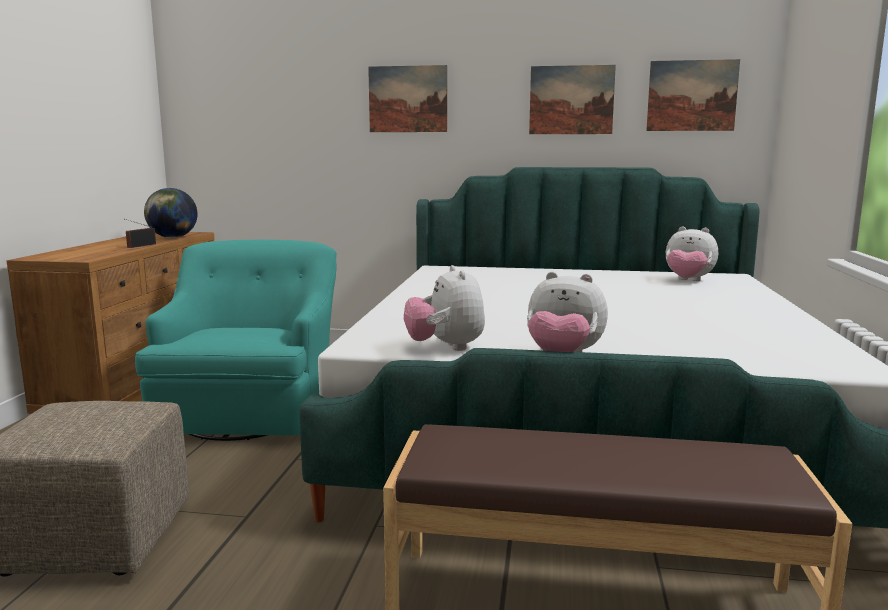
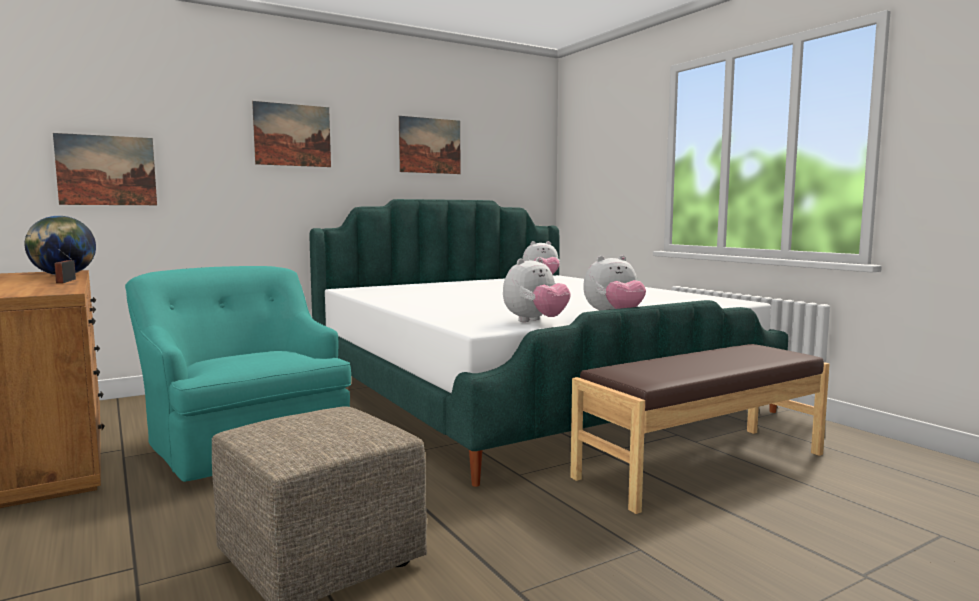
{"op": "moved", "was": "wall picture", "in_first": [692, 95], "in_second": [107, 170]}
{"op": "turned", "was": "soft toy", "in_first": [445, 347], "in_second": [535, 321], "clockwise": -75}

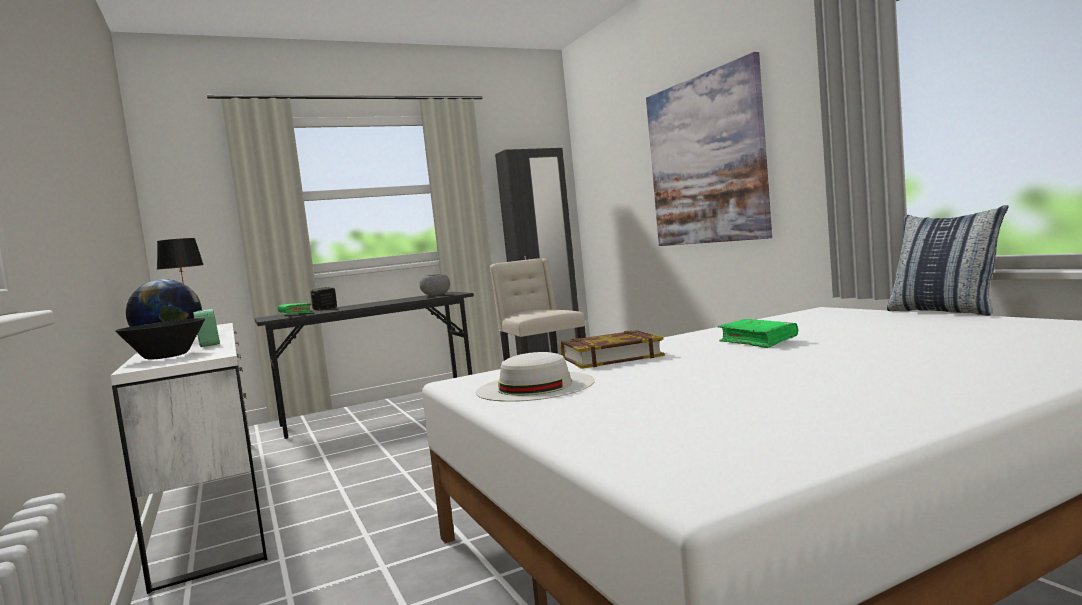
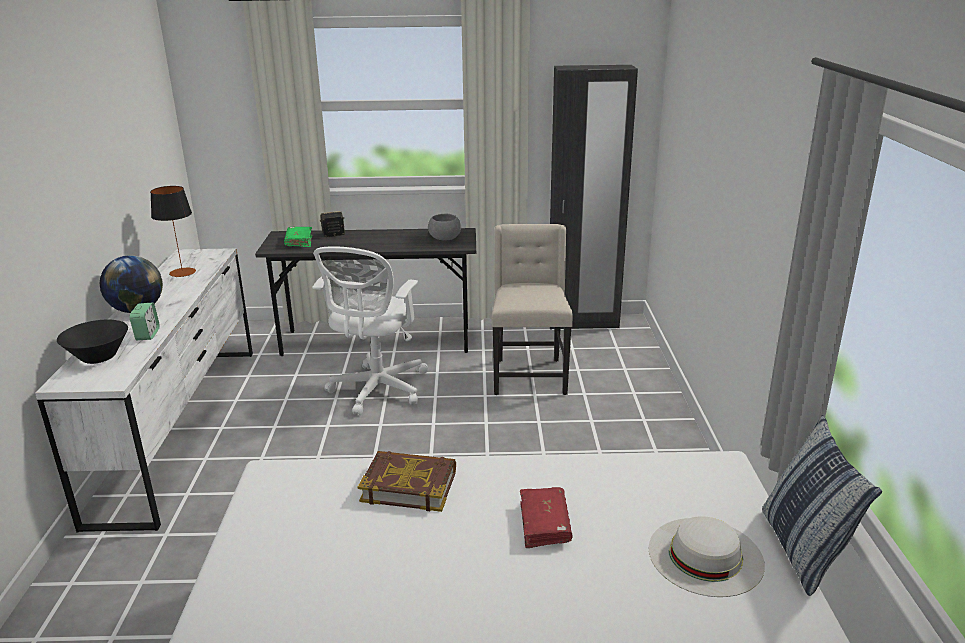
{"op": "removed", "was": "wall picture", "in_first": [705, 160]}
{"op": "added", "now": "computer chair (white-coloured)", "in_second": [376, 391]}
{"op": "moved", "was": "clothing hat (white-coloured)", "in_first": [535, 386], "in_second": [705, 555]}
{"op": "recoloured", "was": "book (greenish)", "now": "book (reddish)", "in_first": [758, 341], "in_second": [544, 524]}

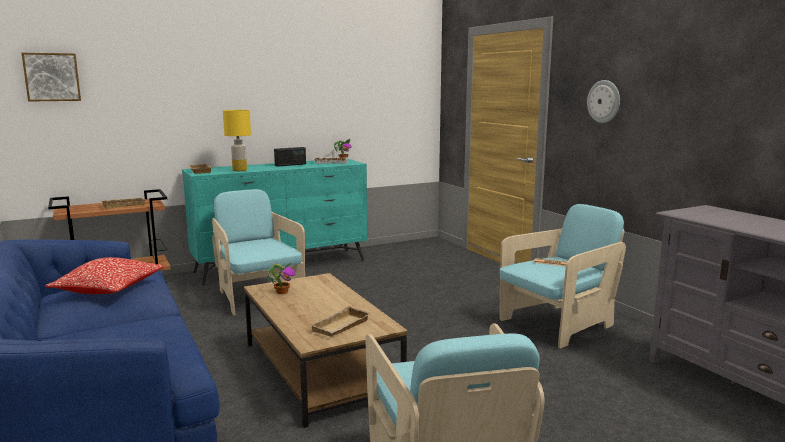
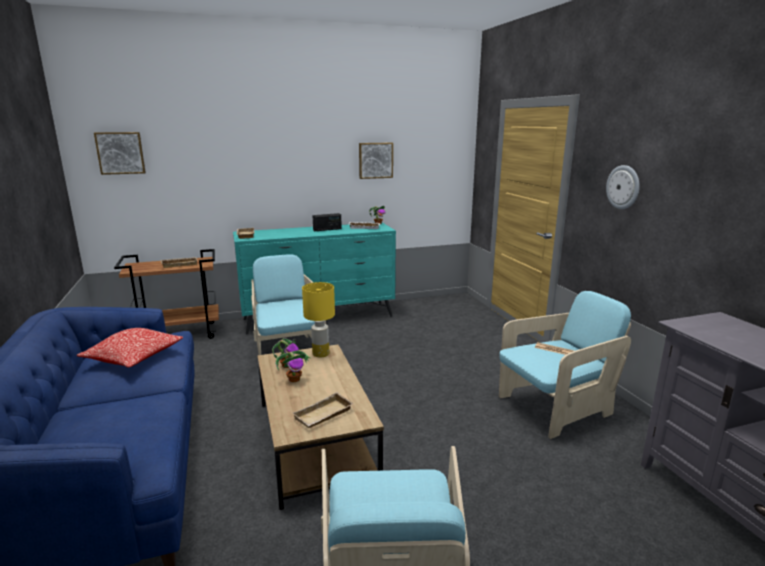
{"op": "added", "now": "plant in a pot", "in_second": [294, 379]}
{"op": "added", "now": "wall picture", "in_second": [375, 160]}
{"op": "moved", "was": "table lamp (yellow)", "in_first": [240, 170], "in_second": [321, 354]}

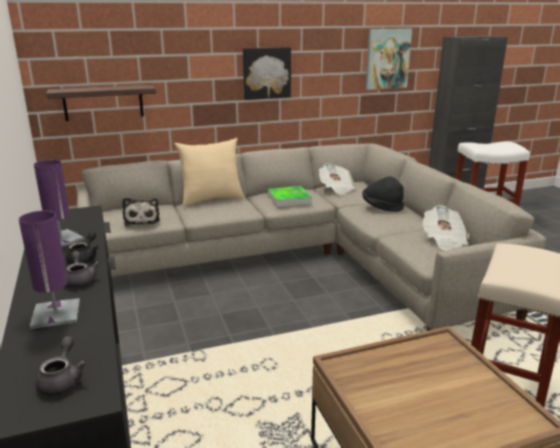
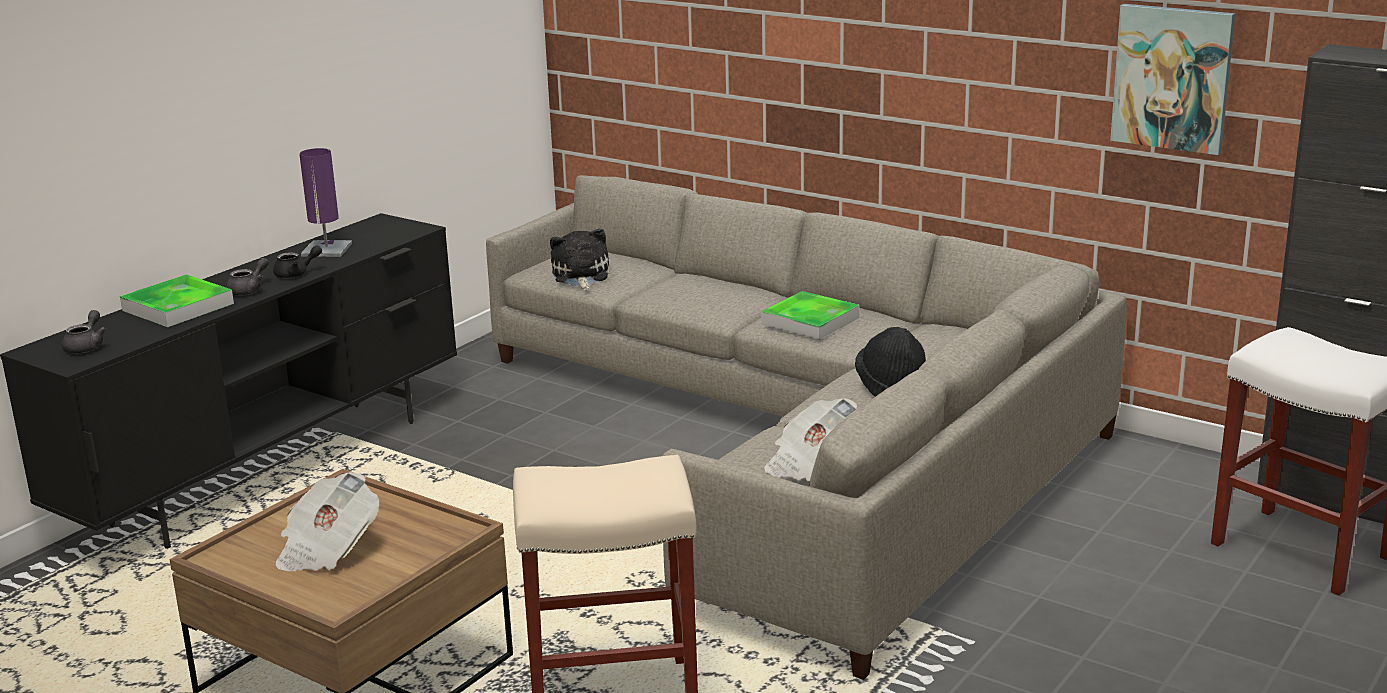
{"op": "removed", "was": "wall shelf", "in_first": [103, 102]}
{"op": "removed", "was": "cushion (sand-coloured)", "in_first": [212, 199]}
{"op": "removed", "was": "wall picture", "in_first": [266, 73]}
{"op": "moved", "was": "printed paper", "in_first": [336, 189], "in_second": [327, 549]}
{"op": "replaced", "was": "table lamp (purple)", "now": "carrying tray", "in_first": [56, 314], "in_second": [178, 307]}
{"op": "turned", "was": "teapot (grey)", "in_first": [62, 380], "in_second": [86, 346], "clockwise": -45}
{"op": "turned", "was": "soft toy", "in_first": [142, 220], "in_second": [580, 276], "clockwise": 135}

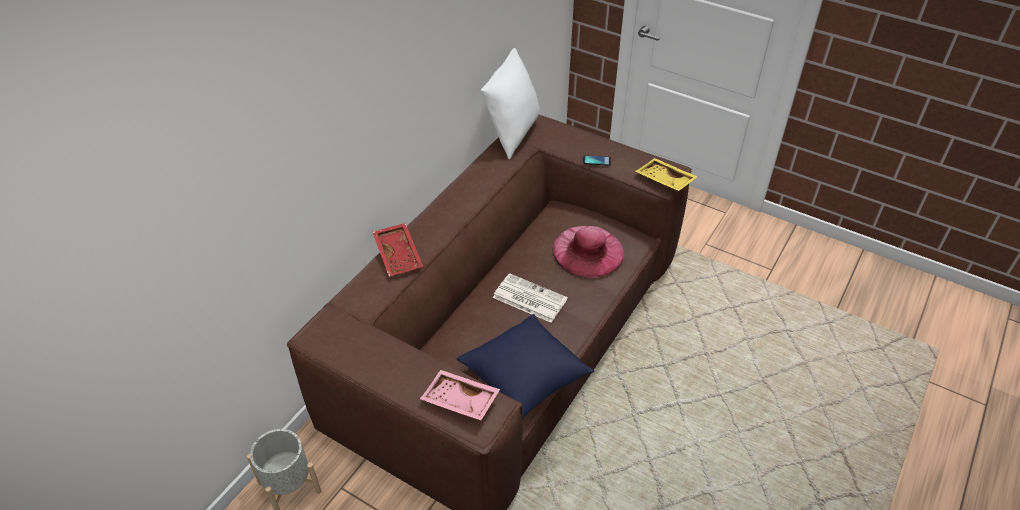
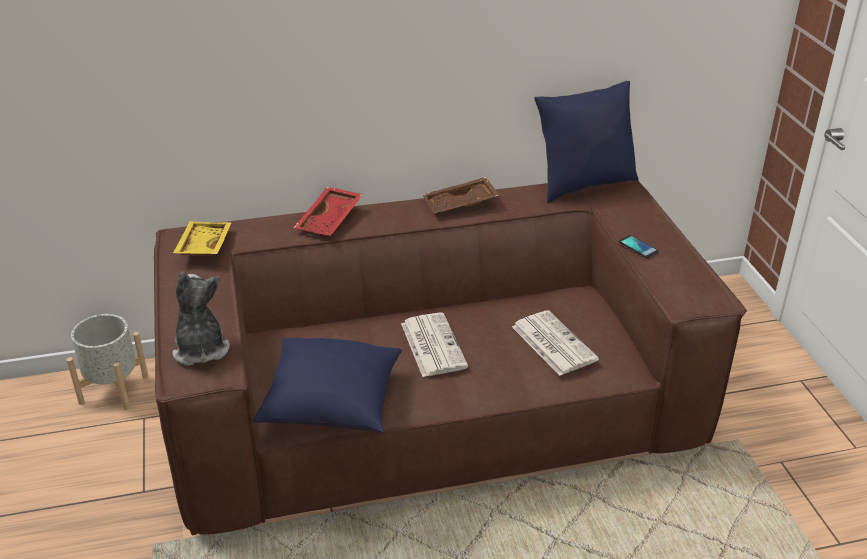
{"op": "added", "now": "carrying tray (brownish)", "in_second": [460, 204]}
{"op": "moved", "was": "carrying tray (yellow)", "in_first": [664, 181], "in_second": [203, 246]}
{"op": "replaced", "was": "carrying tray (pink)", "now": "soft toy", "in_first": [459, 401], "in_second": [200, 349]}
{"op": "replaced", "was": "clothing hat (pink)", "now": "printed paper", "in_first": [587, 251], "in_second": [552, 343]}
{"op": "recoloured", "was": "cushion (white-coloured)", "now": "cushion (blue-coloured)", "in_first": [511, 134], "in_second": [583, 184]}

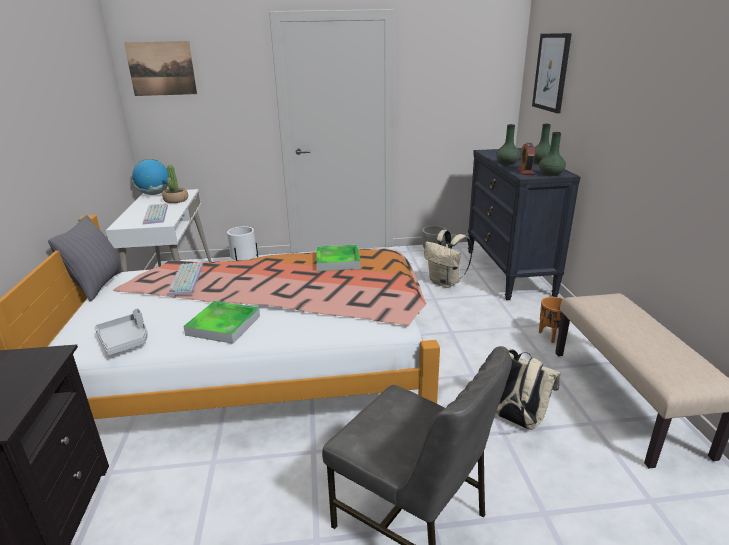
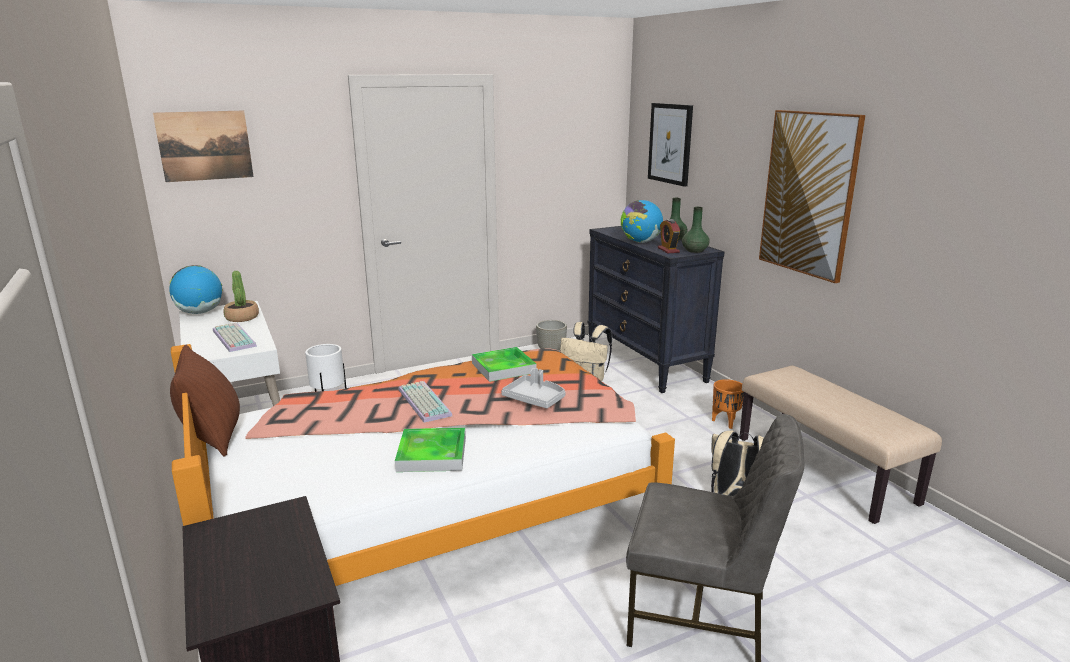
{"op": "added", "now": "wall picture", "in_second": [809, 194]}
{"op": "moved", "was": "carrying tray (grey)", "in_first": [125, 340], "in_second": [535, 399]}
{"op": "moved", "was": "computer keyboard", "in_first": [185, 279], "in_second": [422, 402]}
{"op": "replaced", "was": "flower vase (greenish)", "now": "globe", "in_first": [507, 163], "in_second": [640, 242]}
{"op": "recoloured", "was": "cushion (grey)", "now": "cushion (brownish)", "in_first": [98, 285], "in_second": [213, 436]}

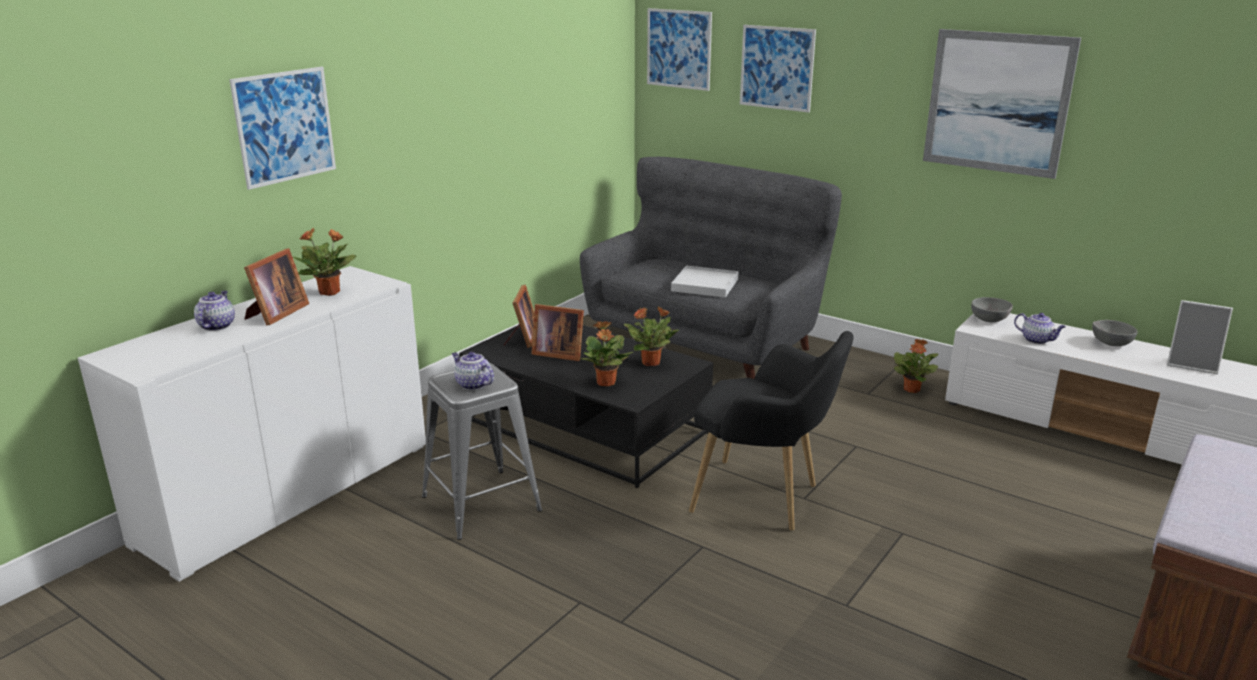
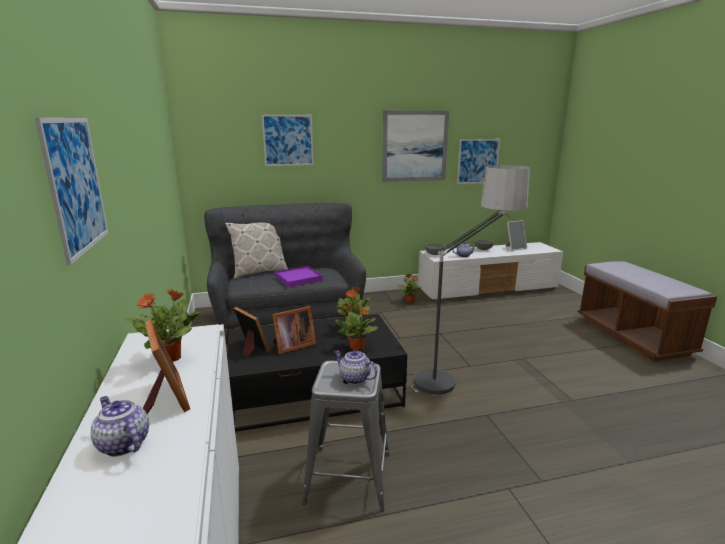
{"op": "added", "now": "cushion", "in_second": [259, 272]}
{"op": "moved", "was": "wall picture", "in_first": [679, 49], "in_second": [478, 161]}
{"op": "replaced", "was": "easy chair (black)", "now": "floor lamp", "in_first": [764, 499], "in_second": [459, 376]}
{"op": "recoloured", "was": "carrying tray (white-coloured)", "now": "carrying tray (purple)", "in_first": [705, 285], "in_second": [298, 278]}
{"op": "turned", "was": "teapot", "in_first": [472, 384], "in_second": [354, 378], "clockwise": 45}

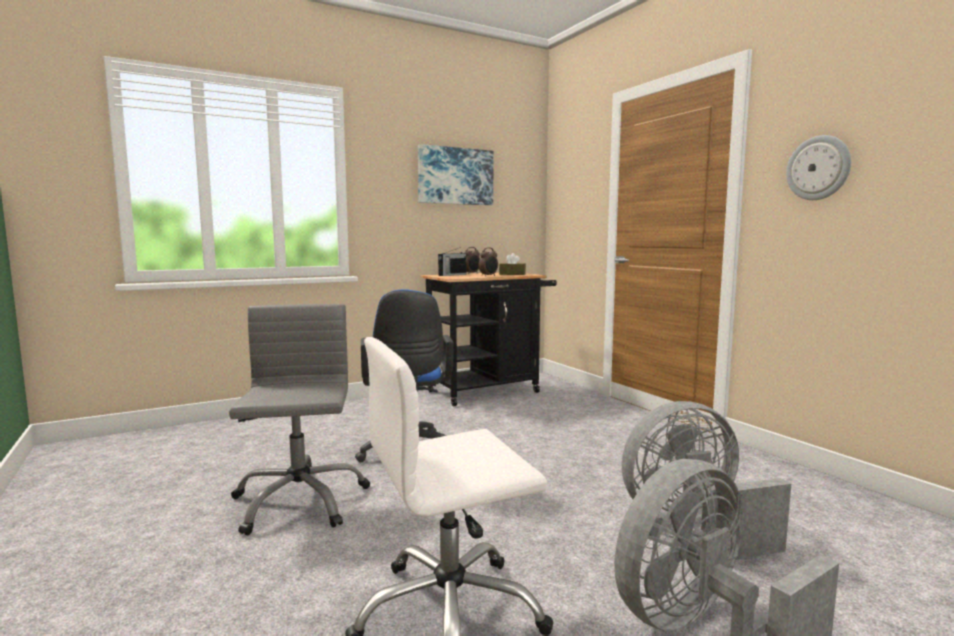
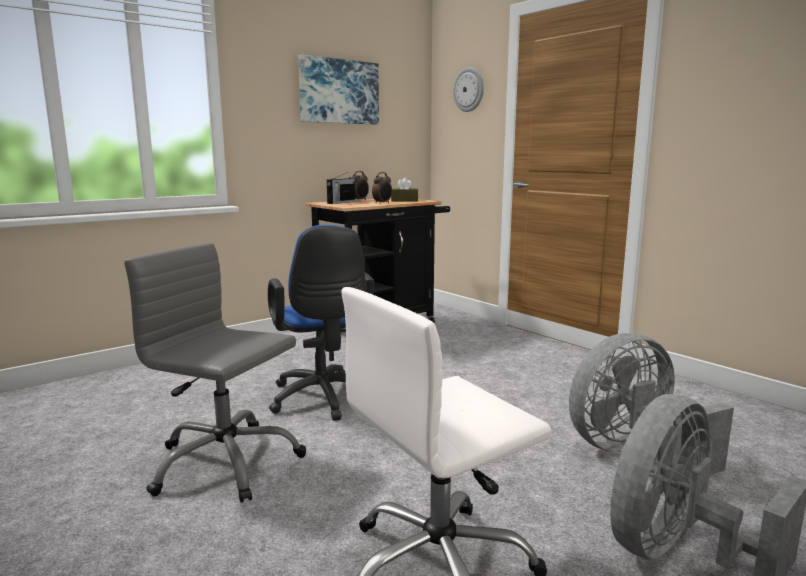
{"op": "moved", "was": "clock on the wall", "in_first": [818, 168], "in_second": [469, 90]}
{"op": "turned", "was": "computer chair (grey)", "in_first": [299, 501], "in_second": [225, 463], "clockwise": -45}

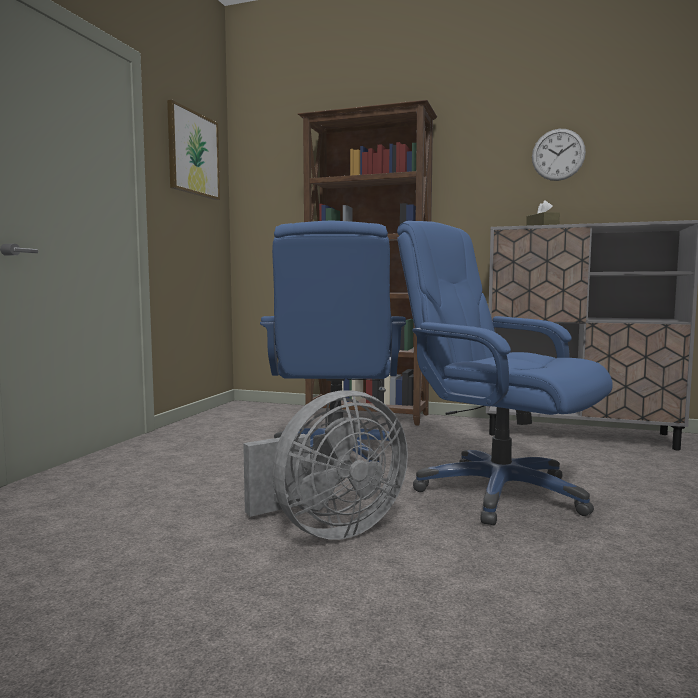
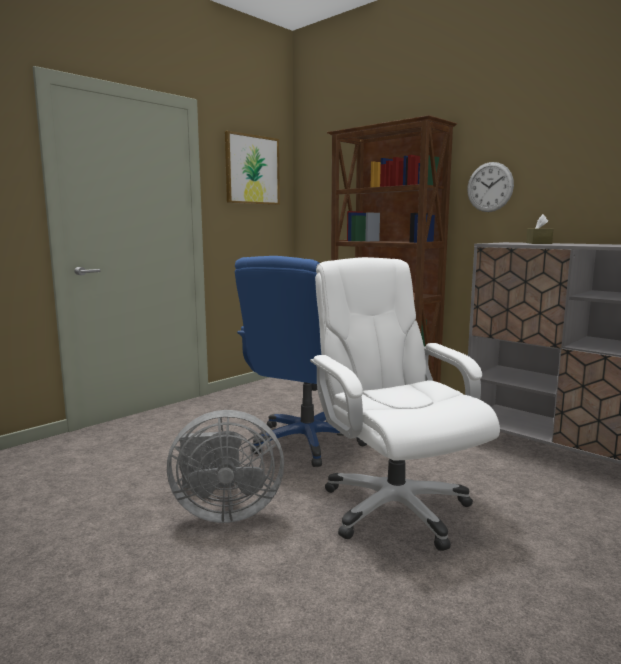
{"op": "moved", "was": "clock on the wall", "in_first": [558, 154], "in_second": [490, 187]}
{"op": "recoloured", "was": "computer chair (blue-coloured)", "now": "computer chair (white-coloured)", "in_first": [498, 492], "in_second": [394, 507]}

